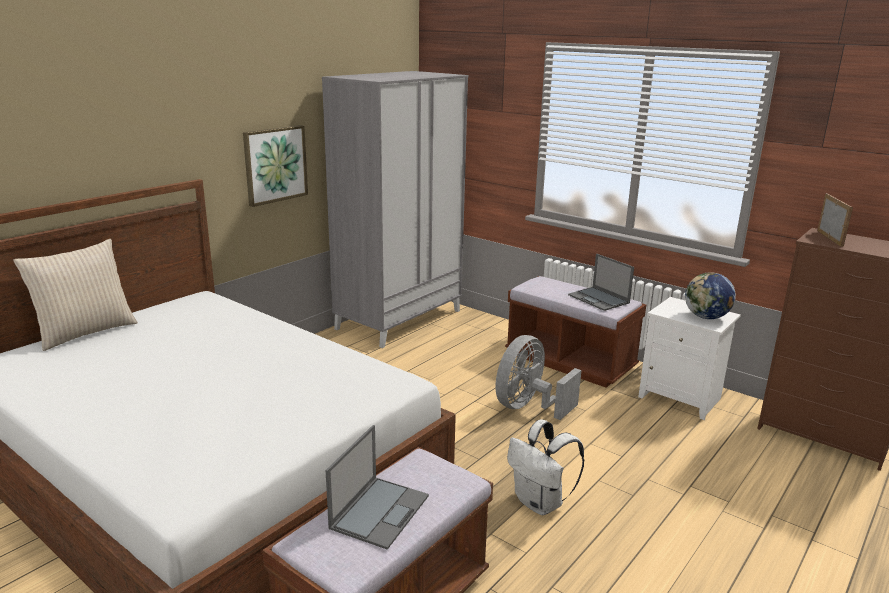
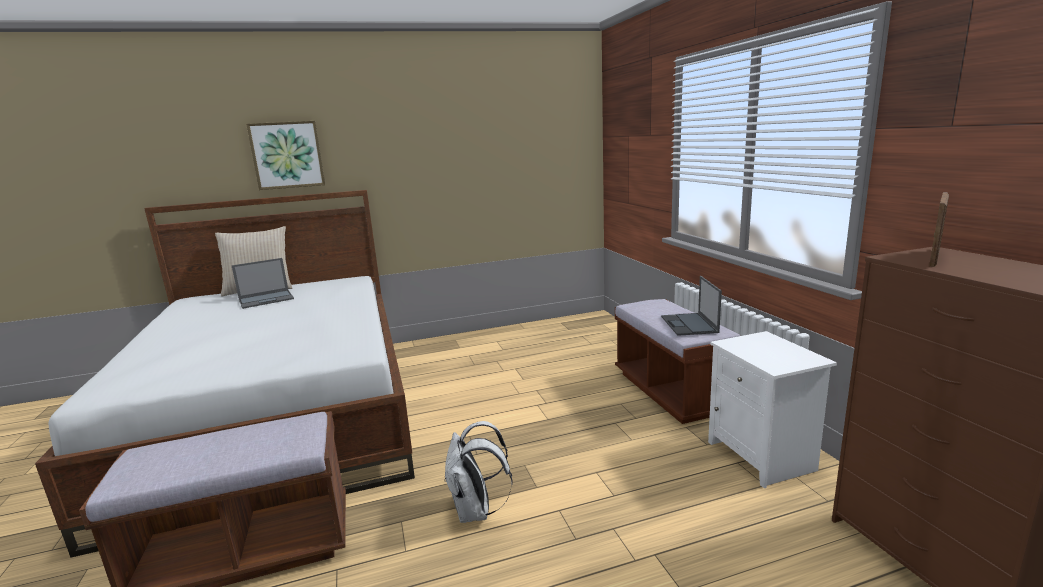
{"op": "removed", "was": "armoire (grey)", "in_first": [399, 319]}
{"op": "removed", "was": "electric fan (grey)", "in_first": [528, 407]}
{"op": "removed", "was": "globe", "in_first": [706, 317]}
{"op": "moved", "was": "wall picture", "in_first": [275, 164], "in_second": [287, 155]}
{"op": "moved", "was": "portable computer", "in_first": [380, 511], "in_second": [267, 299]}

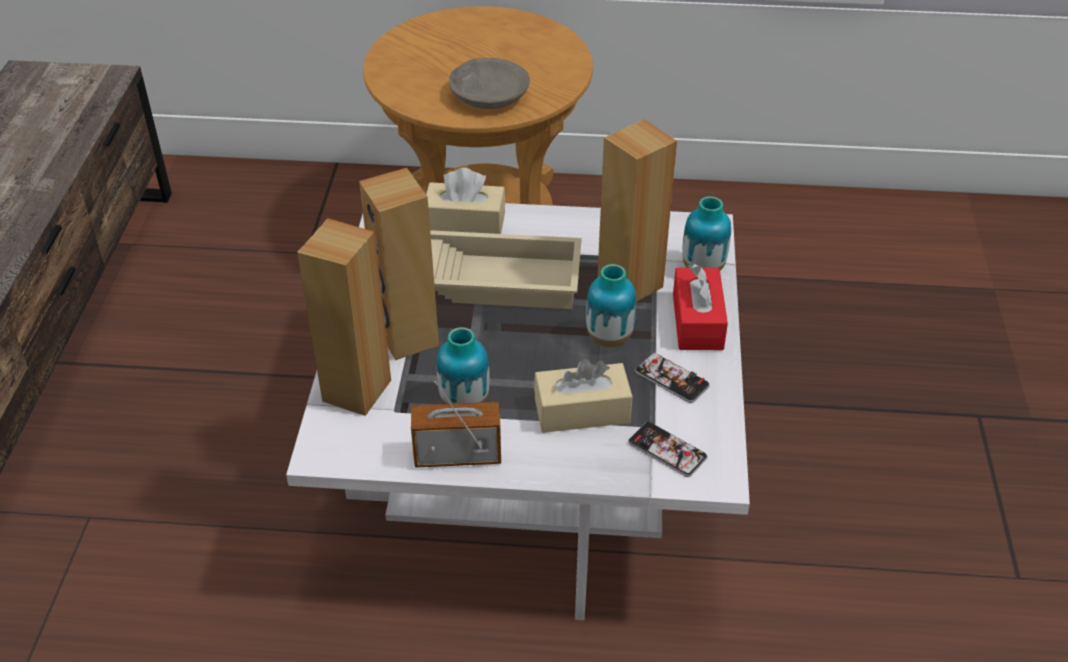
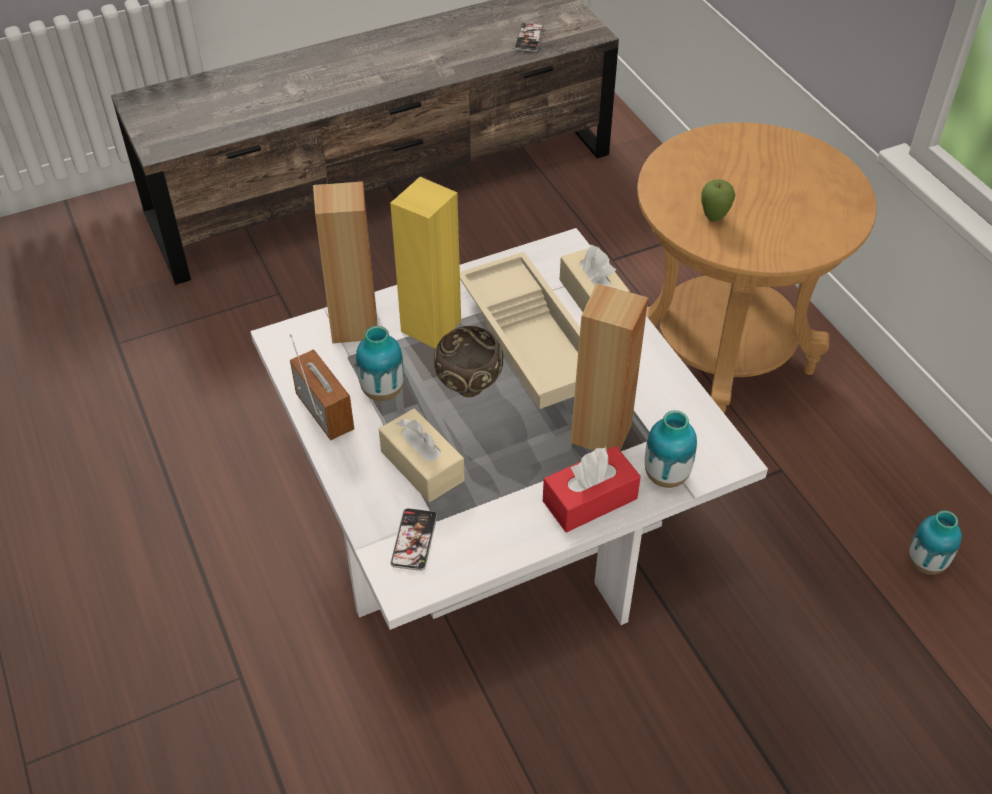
{"op": "added", "now": "serving bowl (brownish)", "in_second": [468, 389]}
{"op": "moved", "was": "flower vase", "in_first": [609, 338], "in_second": [925, 563]}
{"op": "moved", "was": "phone", "in_first": [671, 379], "in_second": [529, 38]}
{"op": "replaced", "was": "serving bowl (grey)", "now": "apple", "in_first": [489, 95], "in_second": [714, 218]}
{"op": "recoloured", "was": "speaker (brownish)", "now": "speaker (yellow)", "in_first": [406, 337], "in_second": [430, 326]}

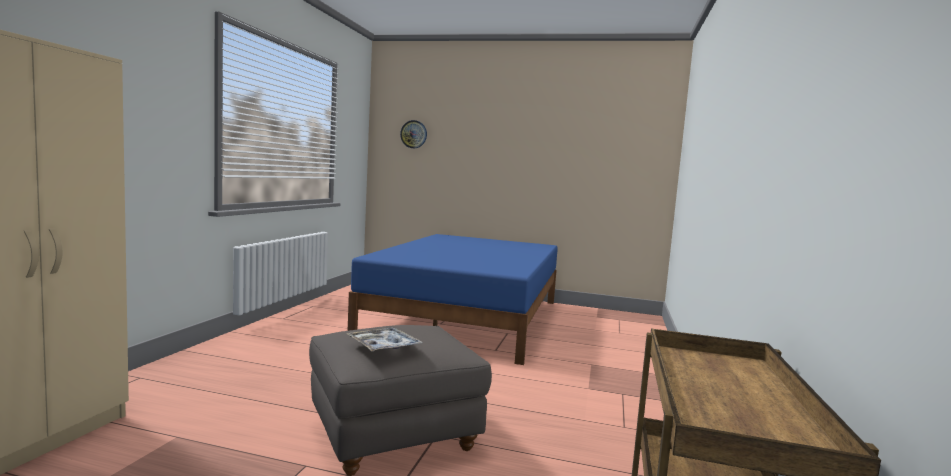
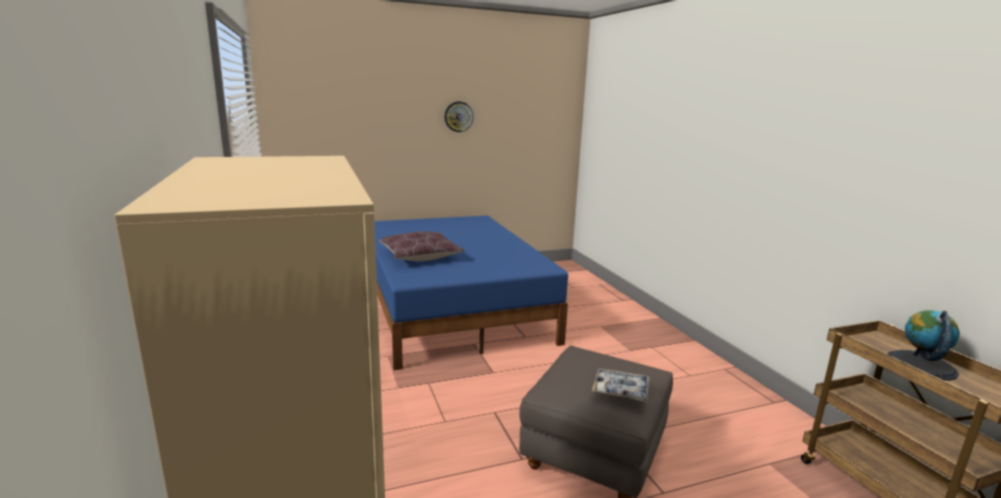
{"op": "added", "now": "cushion (brownish)", "in_second": [420, 256]}
{"op": "added", "now": "globe", "in_second": [920, 365]}
{"op": "moved", "was": "clock on the wall", "in_first": [414, 134], "in_second": [458, 116]}

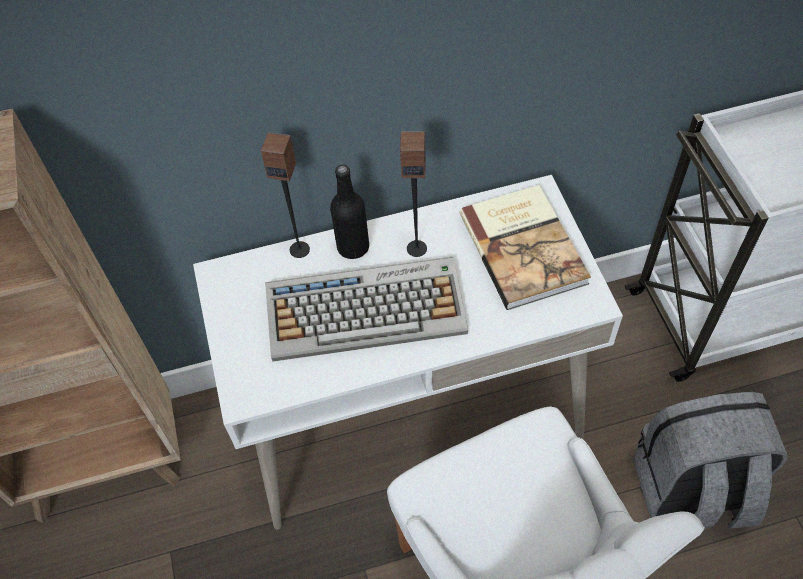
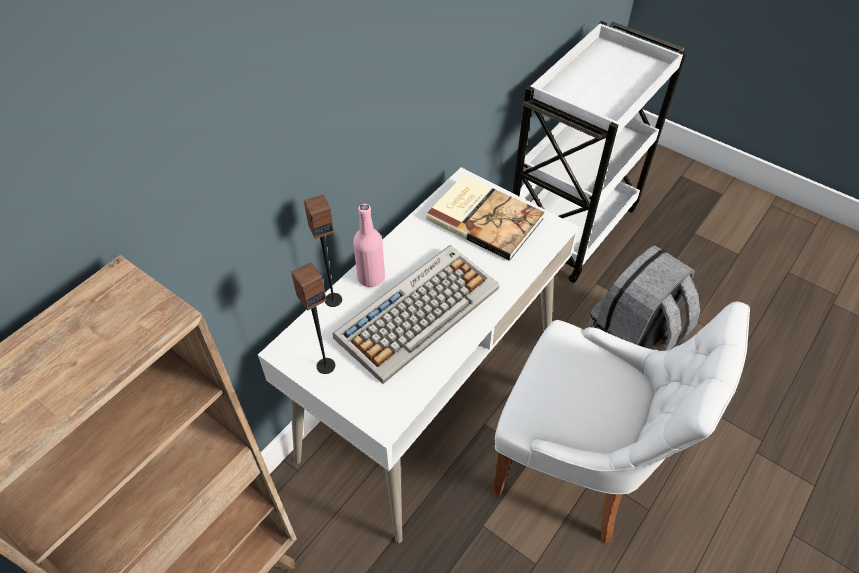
{"op": "moved", "was": "speaker", "in_first": [417, 248], "in_second": [325, 365]}
{"op": "recoloured", "was": "beverage bottle (black)", "now": "beverage bottle (pink)", "in_first": [353, 247], "in_second": [371, 277]}

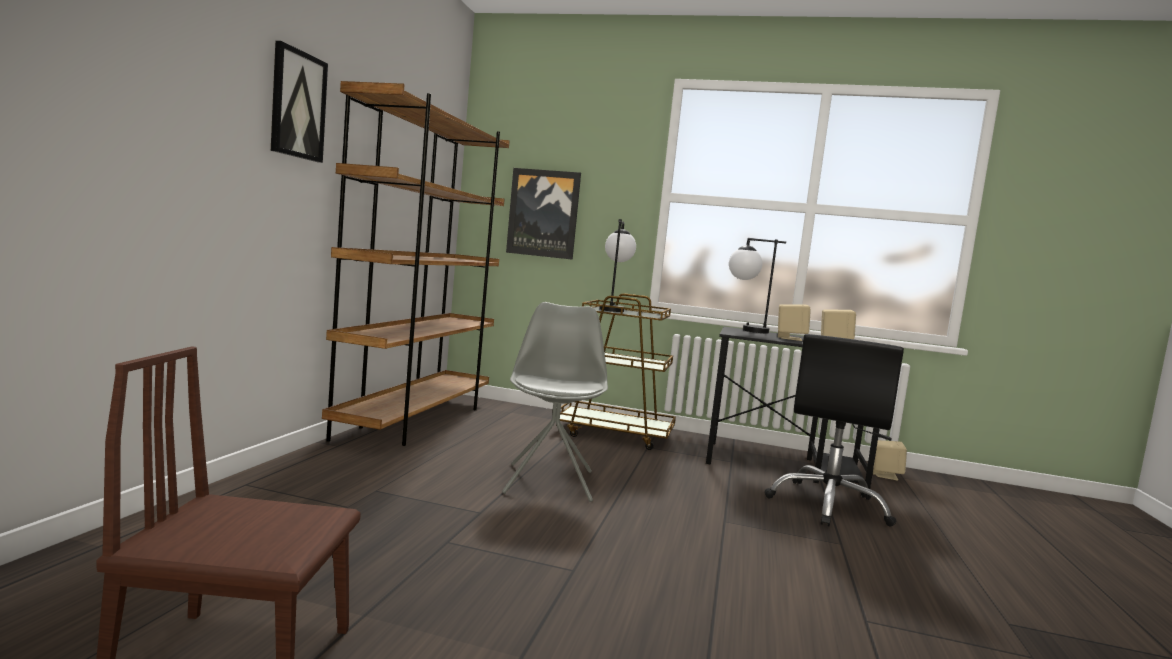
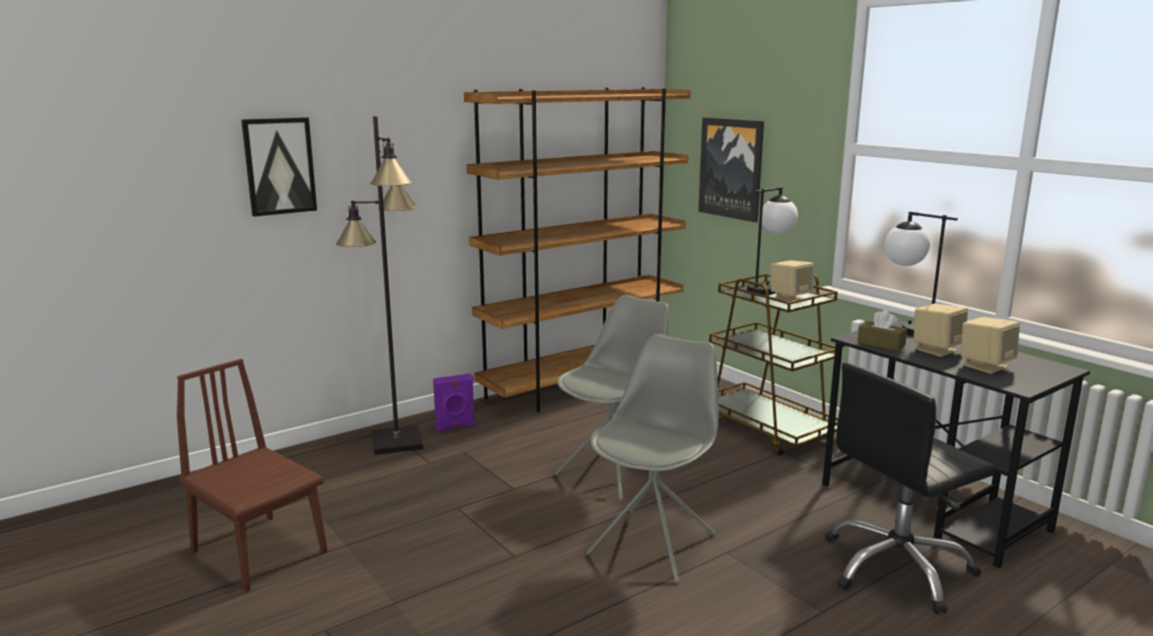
{"op": "added", "now": "floor lamp (black)", "in_second": [396, 442]}
{"op": "added", "now": "speaker (purple)", "in_second": [455, 427]}
{"op": "added", "now": "upright chair (grey)", "in_second": [653, 543]}
{"op": "added", "now": "box of tissues (brownish)", "in_second": [881, 344]}
{"op": "moved", "was": "wall picture", "in_first": [297, 105], "in_second": [279, 166]}
{"op": "moved", "was": "speaker (sand-coloured)", "in_first": [885, 475], "in_second": [790, 298]}

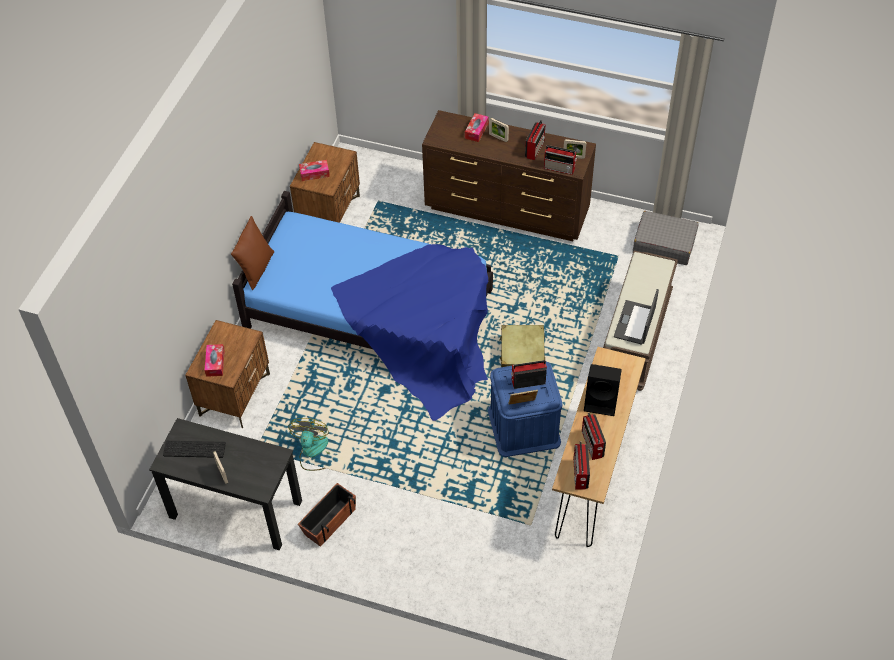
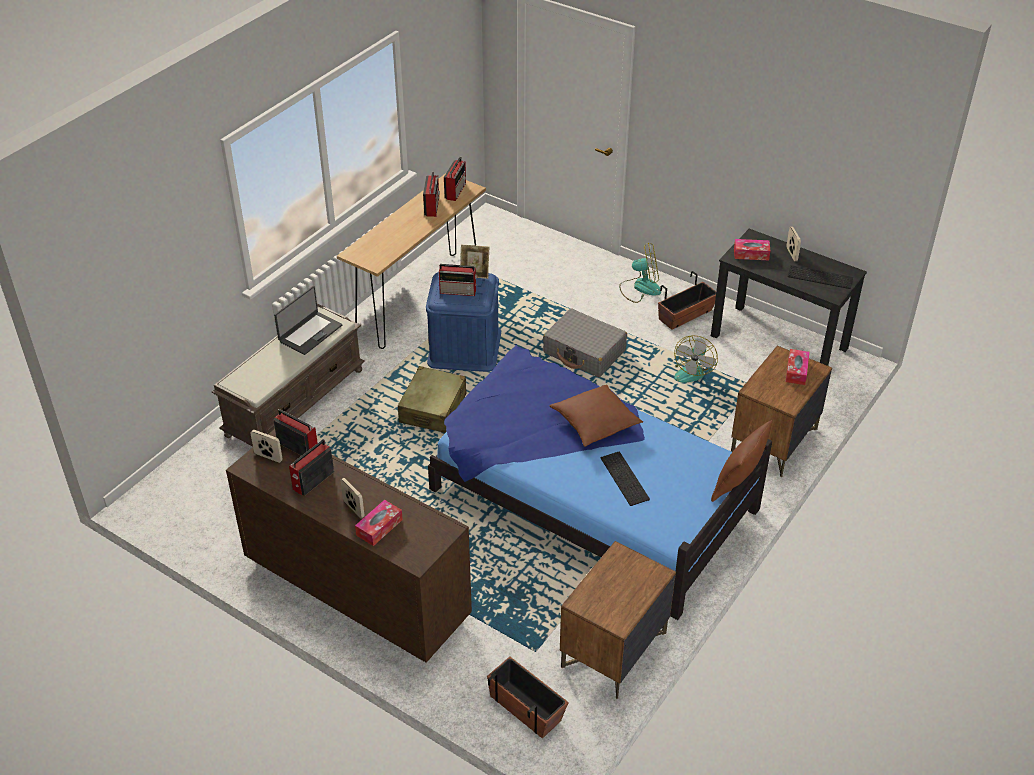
{"op": "removed", "was": "speaker (black)", "in_first": [602, 401]}
{"op": "added", "now": "planter", "in_second": [526, 707]}
{"op": "added", "now": "cushion (brownish)", "in_second": [595, 423]}
{"op": "added", "now": "computer keyboard", "in_second": [626, 478]}
{"op": "added", "now": "electric fan", "in_second": [640, 288]}
{"op": "moved", "was": "box of tissues", "in_first": [314, 173], "in_second": [751, 254]}
{"op": "moved", "was": "travel case (grey)", "in_first": [663, 244], "in_second": [584, 352]}

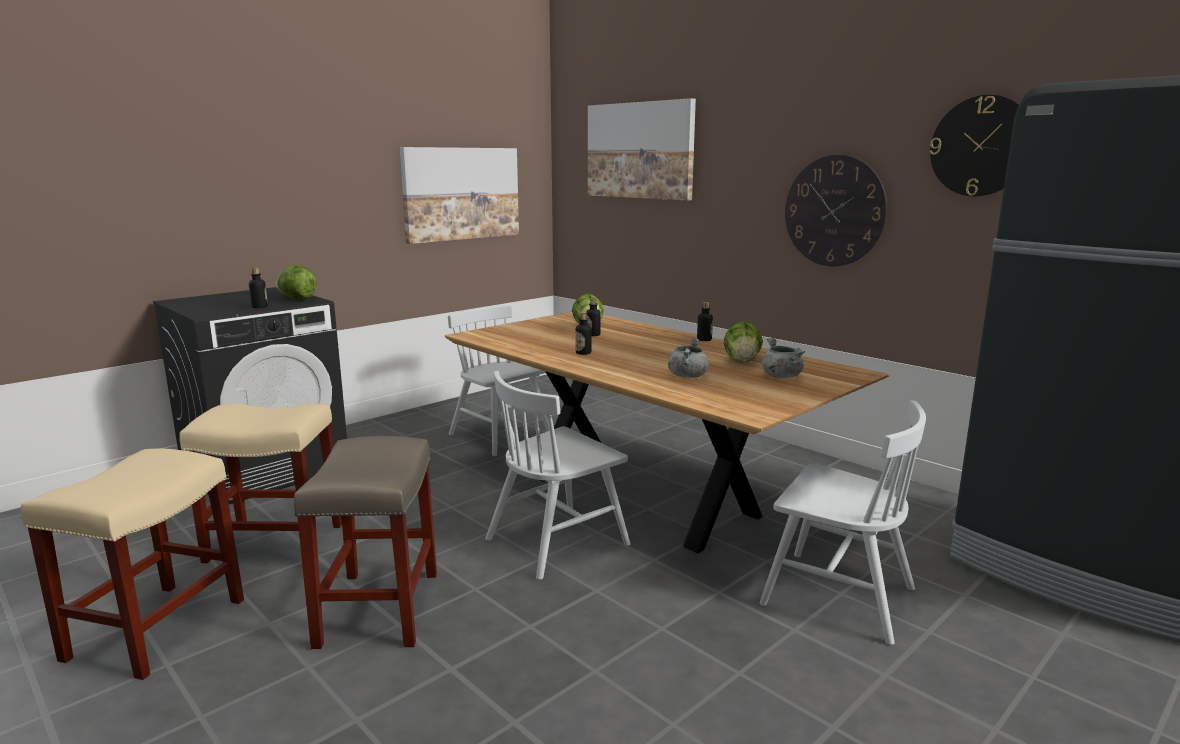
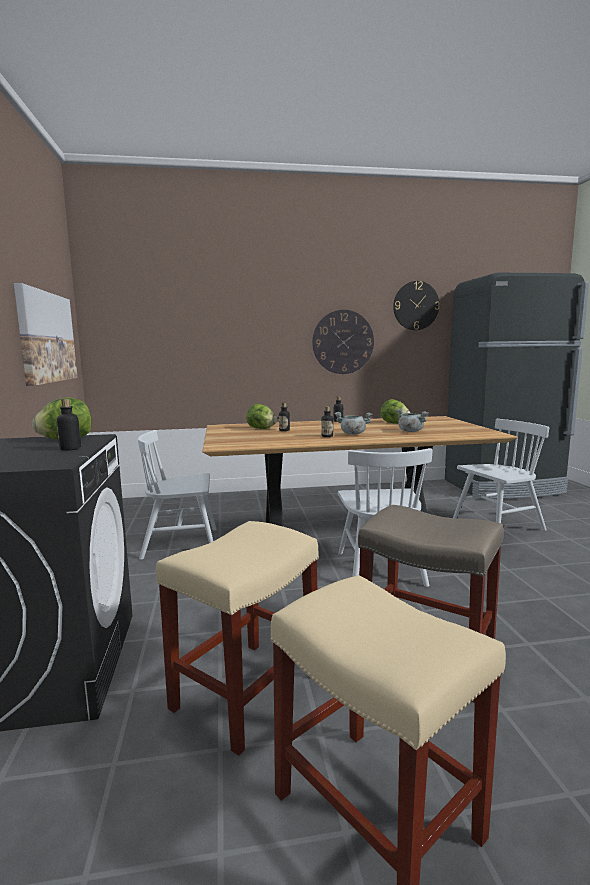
{"op": "removed", "was": "wall picture", "in_first": [640, 150]}
{"op": "moved", "was": "stockpot (grey)", "in_first": [781, 376], "in_second": [353, 434]}

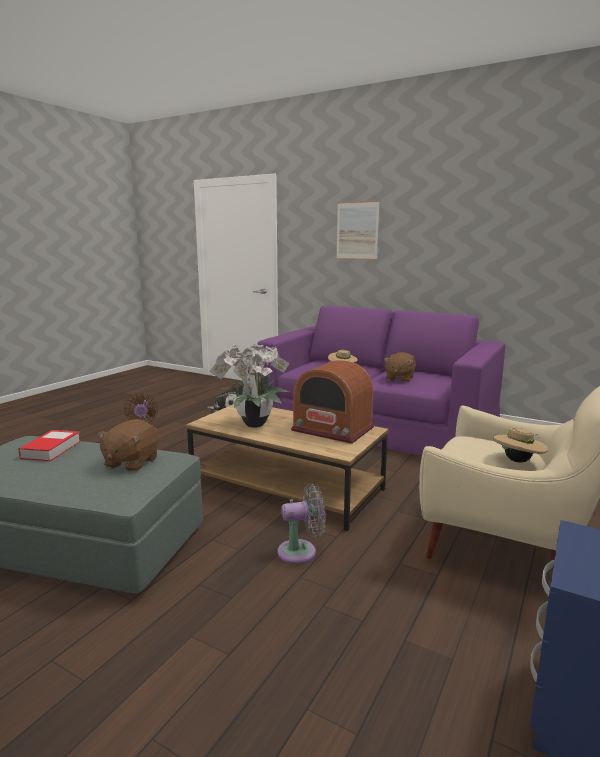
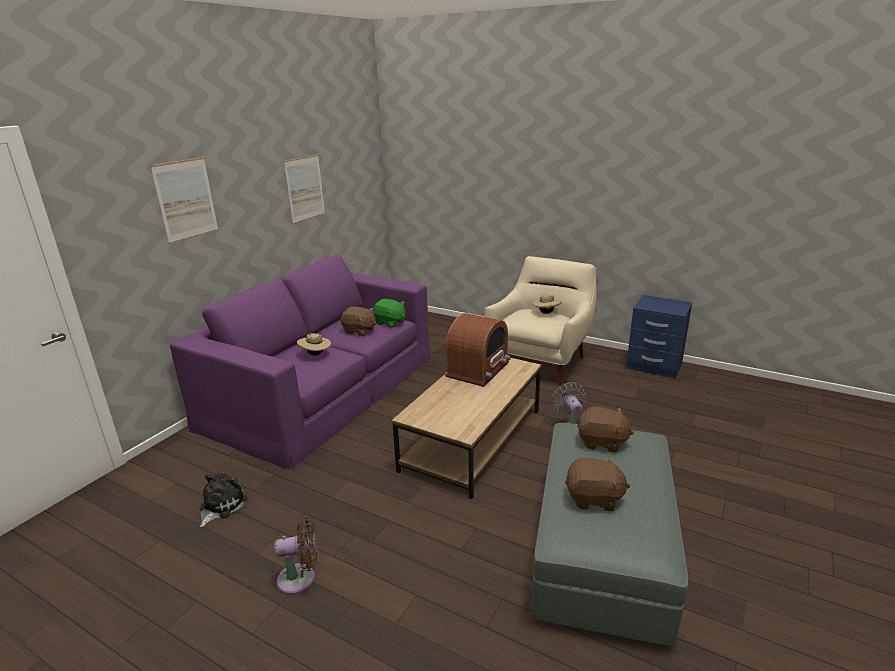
{"op": "removed", "was": "plant in a pot", "in_first": [252, 424]}
{"op": "added", "now": "wall picture", "in_second": [305, 188]}
{"op": "added", "now": "soft toy (greenish)", "in_second": [390, 322]}
{"op": "replaced", "was": "book", "now": "soft toy (brownish)", "in_first": [51, 450], "in_second": [594, 498]}

